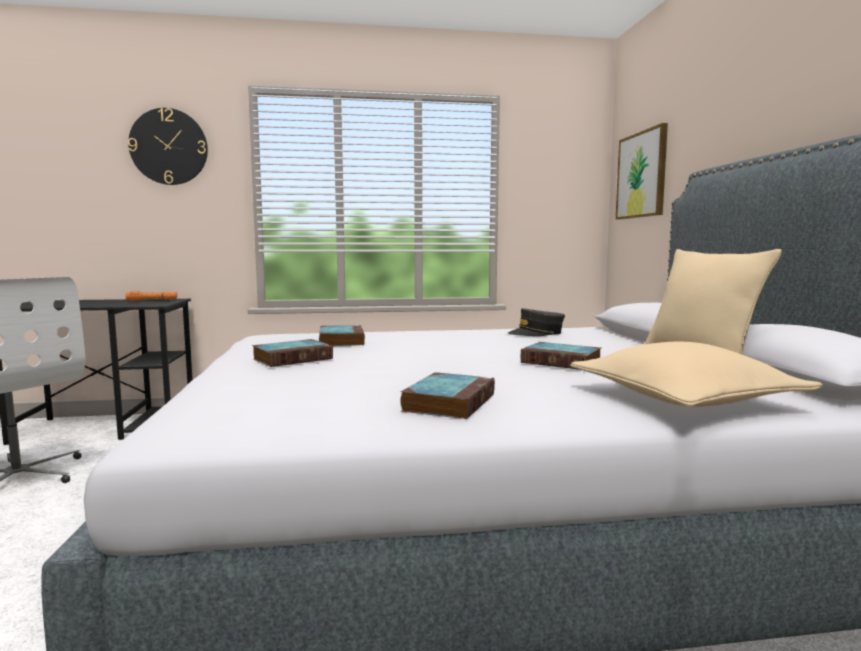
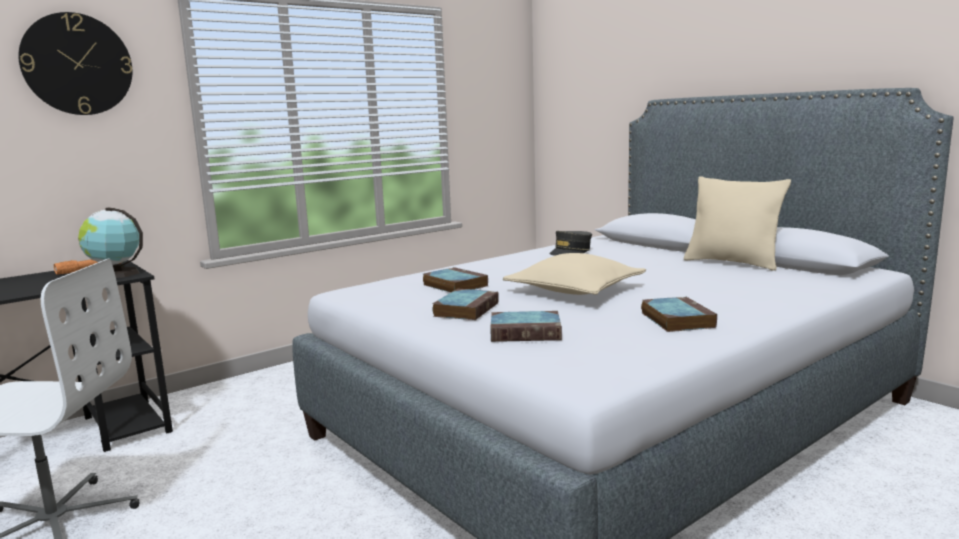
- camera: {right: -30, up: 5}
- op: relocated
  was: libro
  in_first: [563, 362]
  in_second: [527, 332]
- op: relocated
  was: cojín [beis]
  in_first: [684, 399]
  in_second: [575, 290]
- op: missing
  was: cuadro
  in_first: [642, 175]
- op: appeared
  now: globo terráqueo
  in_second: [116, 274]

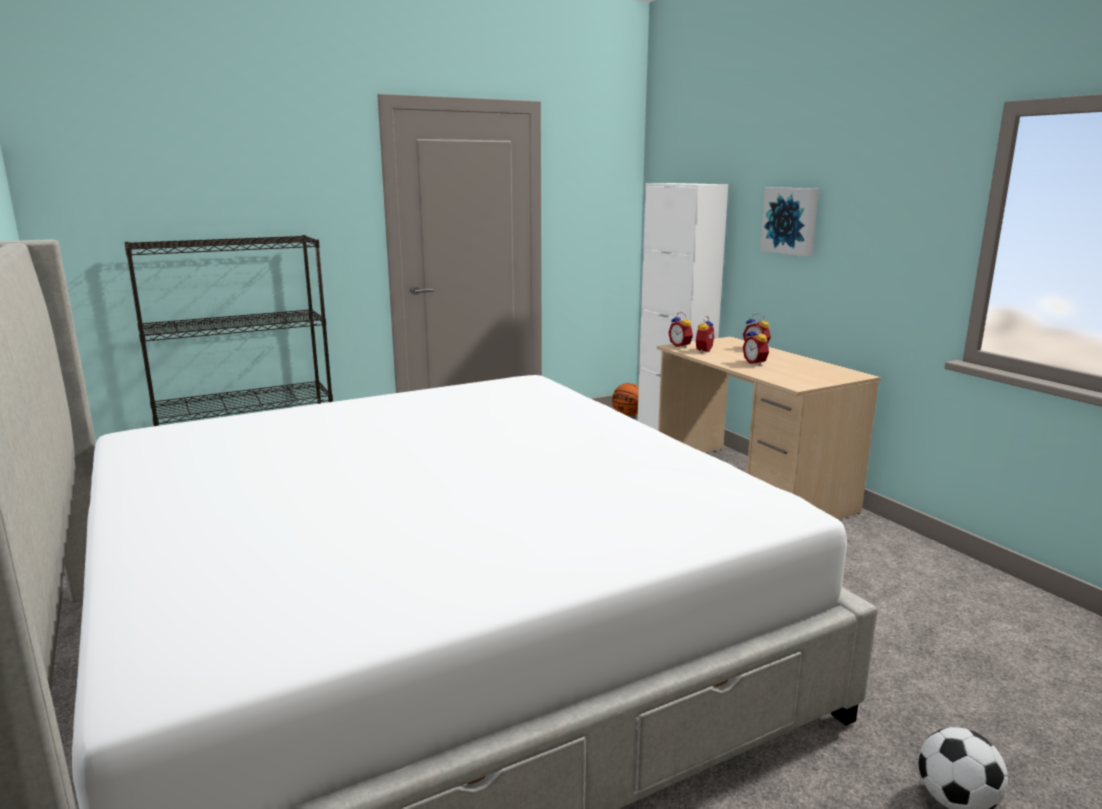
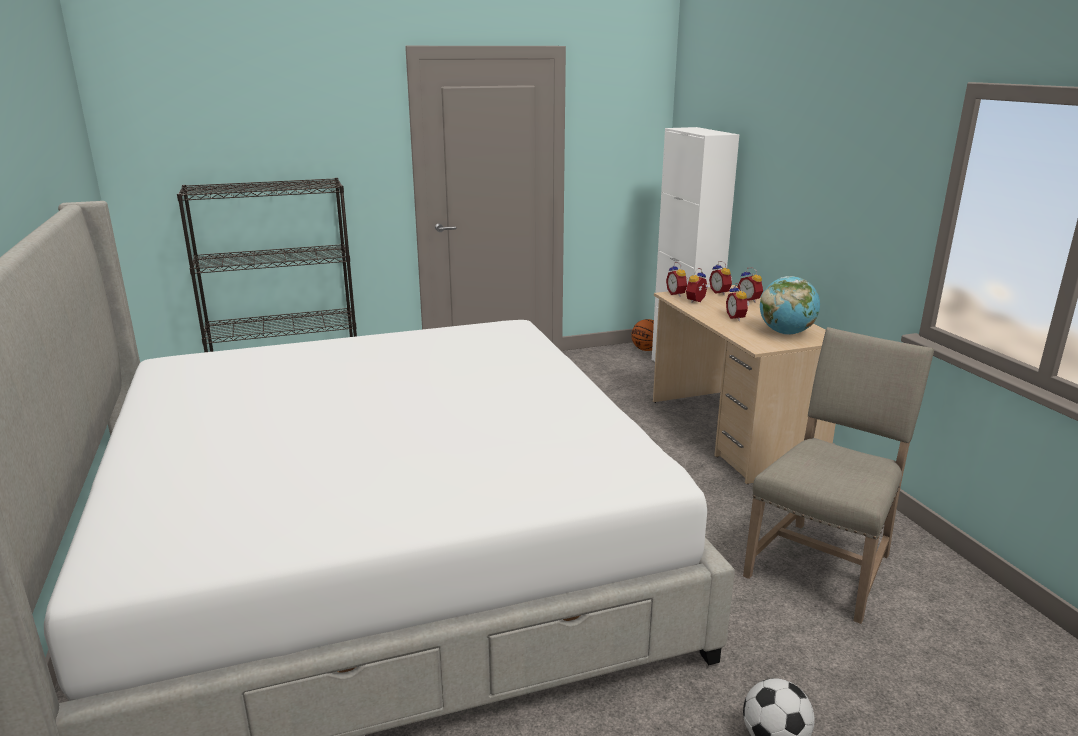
- camera: {right: 10, up: 5}
- op: missing
  was: cuadro
  in_first: [791, 220]
- op: appeared
  now: despertador
  in_second: [720, 292]
- op: appeared
  now: silla [beis]
  in_second: [823, 564]
- op: appeared
  now: globo terráqueo
  in_second: [786, 333]

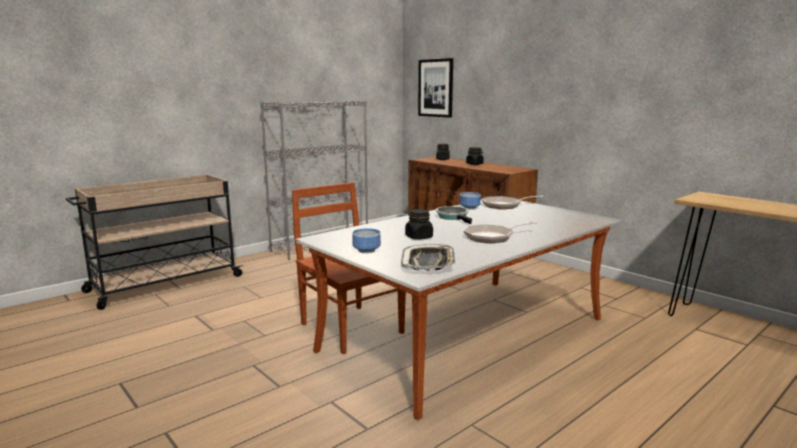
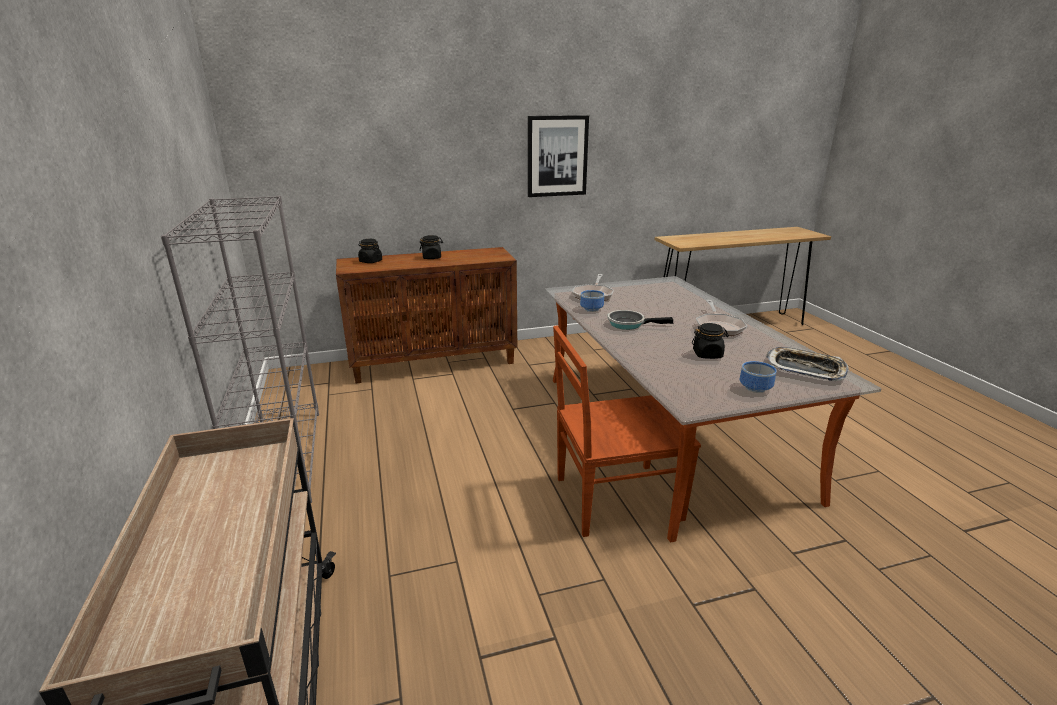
- camera: {right: -65, up: 10}
- op: relocated
  was: cuadro
  in_first: [436, 88]
  in_second: [557, 156]

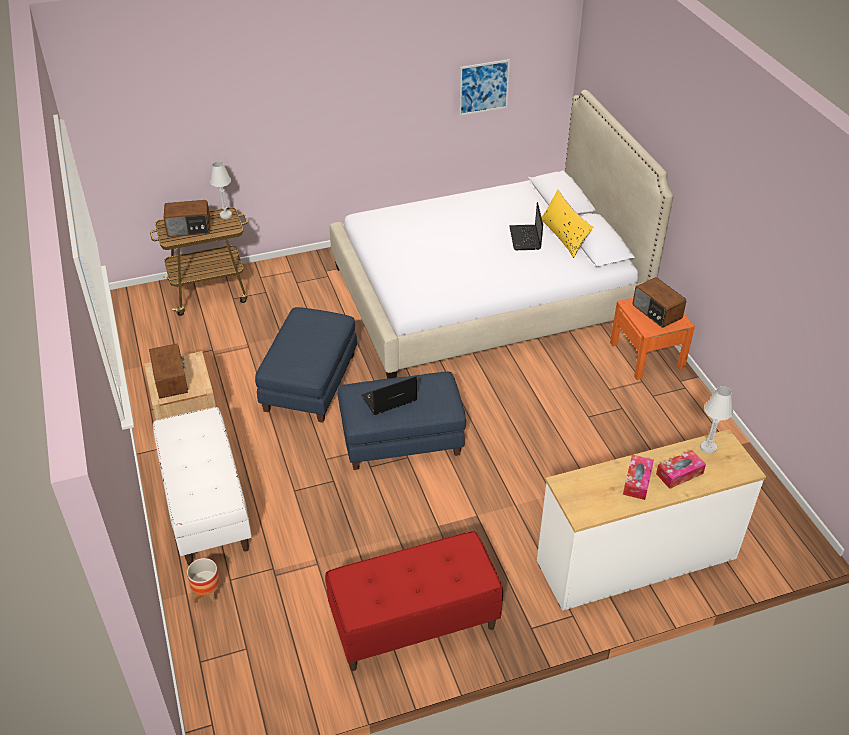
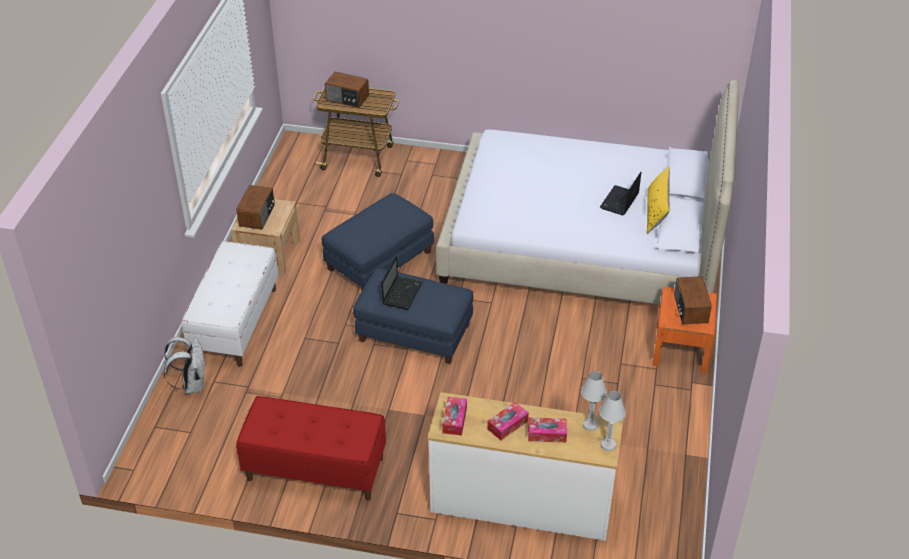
- camera: {right: 30, up: 0}
- op: exchanged
  was: maceta
  now: mochila [blanco]
  in_first: [207, 594]
  in_second: [192, 384]
- op: relocated
  was: lámpara de mesa [blanco]
  in_first: [225, 215]
  in_second: [608, 445]
- op: spun
  was: portátil
  in_first: [388, 399]
  in_second: [402, 293]
  clockwise: 105
- op: missing
  was: cuadro
  in_first: [483, 87]
- op: appeared
  now: caja de pañuelos
  in_second: [454, 420]

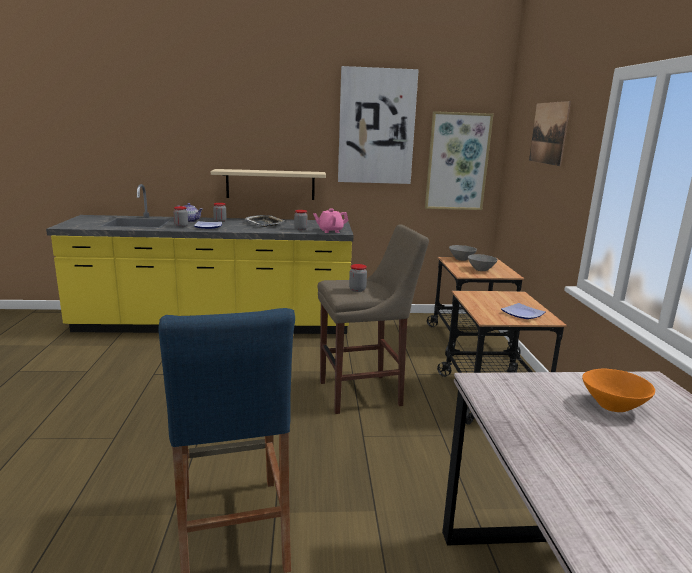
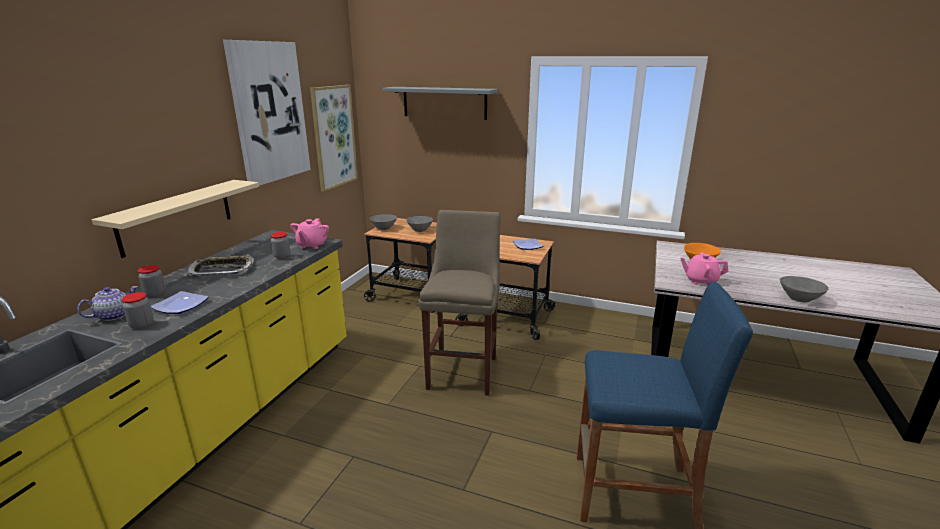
- camera: {right: -65, up: 5}
- op: missing
  was: tarro
  in_first: [357, 289]
- op: exchanged
  was: cuadro
  now: estante [gris]
  in_first: [549, 133]
  in_second: [444, 102]
- op: appeared
  now: tetera [rosa]
  in_second: [700, 281]
- op: appeared
  now: cuenco [gris]
  in_second: [799, 298]

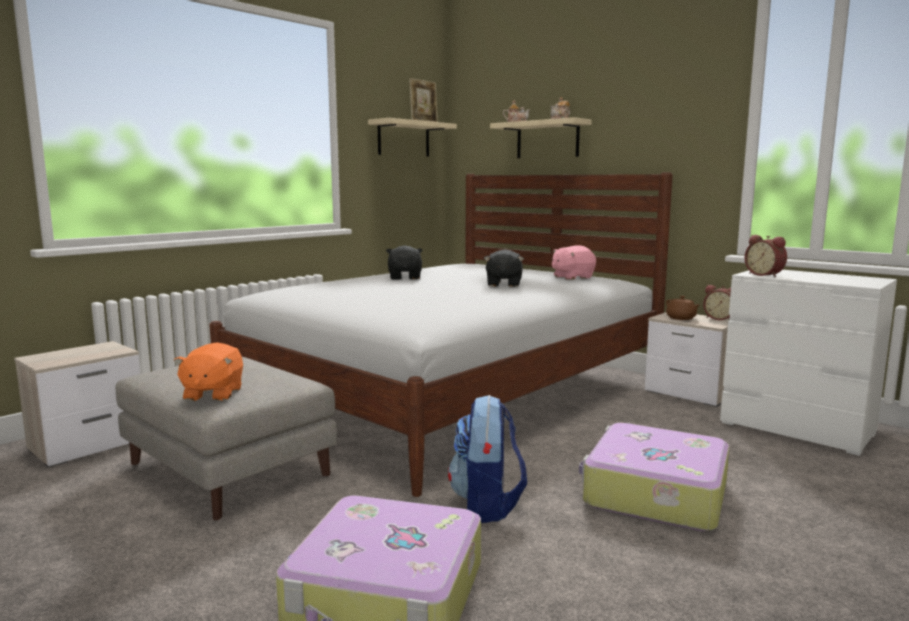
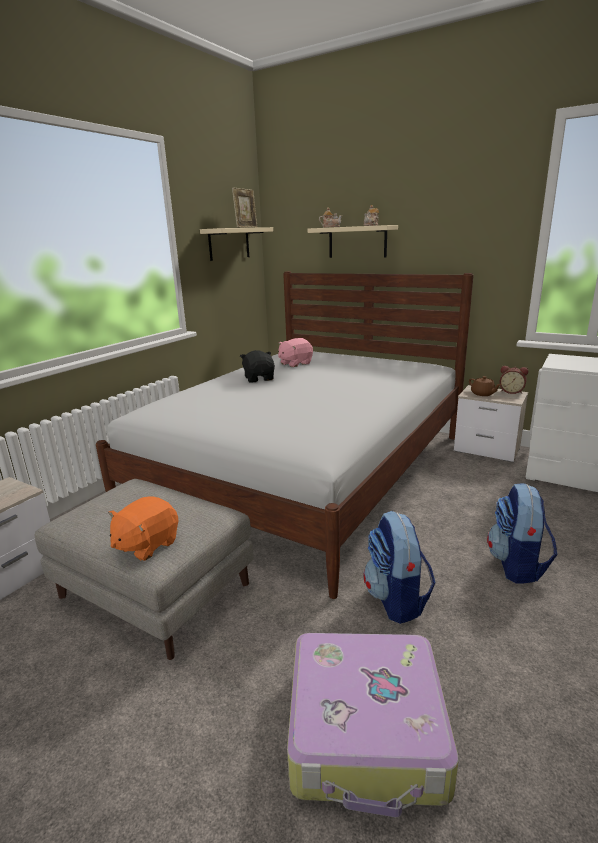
- camera: {right: -10, up: 10}
- op: spun
  was: peluche [naranja]
  in_first: [212, 394]
  in_second: [146, 545]
  clockwise: 45
- op: missing
  was: peluche [negro]
  in_first: [503, 284]
- op: relocated
  was: peluche [rosa]
  in_first: [572, 277]
  in_second: [295, 363]
- op: exchanged
  was: maleta
  now: mochila
  in_first: [654, 494]
  in_second: [517, 565]
- op: missing
  was: despertador
  in_first: [765, 275]

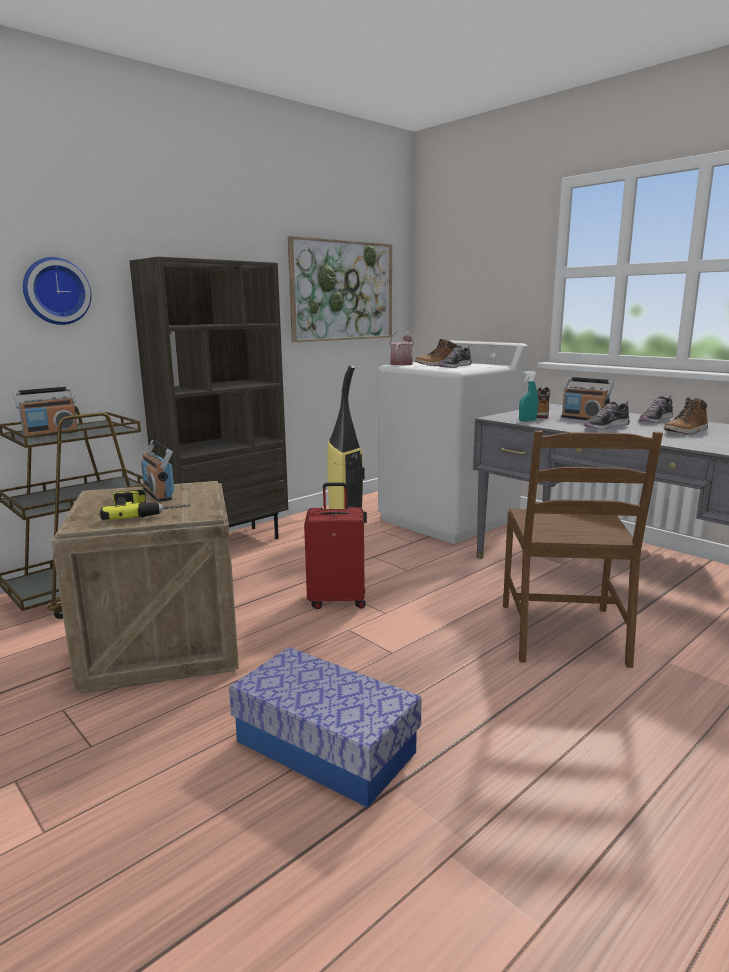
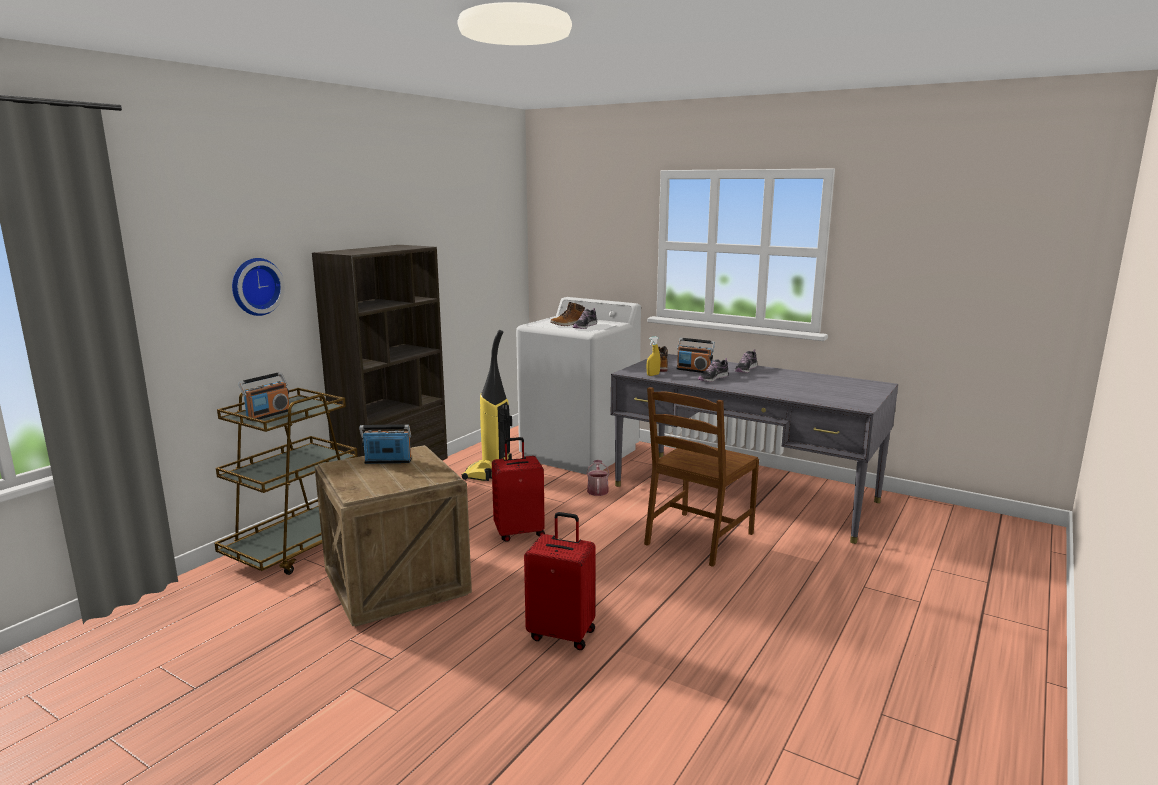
- camera: {right: -15, up: 0}
- op: missing
  was: taladro
  in_first: [147, 511]
- op: spun
  was: radio
  in_first: [158, 494]
  in_second: [388, 461]
  clockwise: 135
- op: exchanged
  was: caja de almacenaje
  now: maleta [rojo]
  in_first: [325, 747]
  in_second: [562, 634]
- op: missing
  was: cuadro
  in_first: [342, 291]
- op: relocated
  was: regadera
  in_first: [402, 364]
  in_second: [597, 490]
- op: spun
  was: silla [marrón]
  in_first: [564, 634]
  in_second: [698, 539]
  clockwise: 45
- op: colour
  was: pulverizador [turquesa]
  now: pulverizador [amarillo]
  in_first: [527, 421]
  in_second: [653, 375]
- op: missing
  was: bota
  in_first: [686, 431]

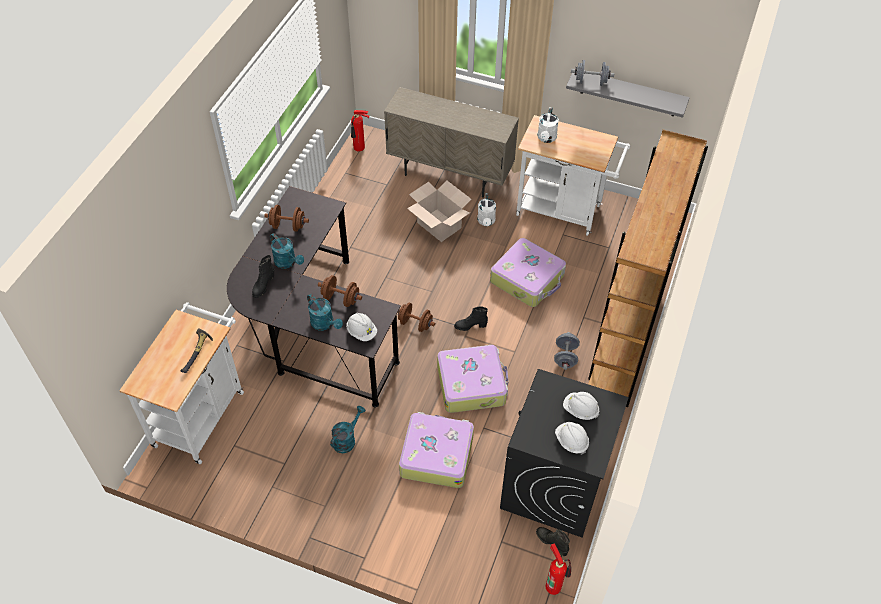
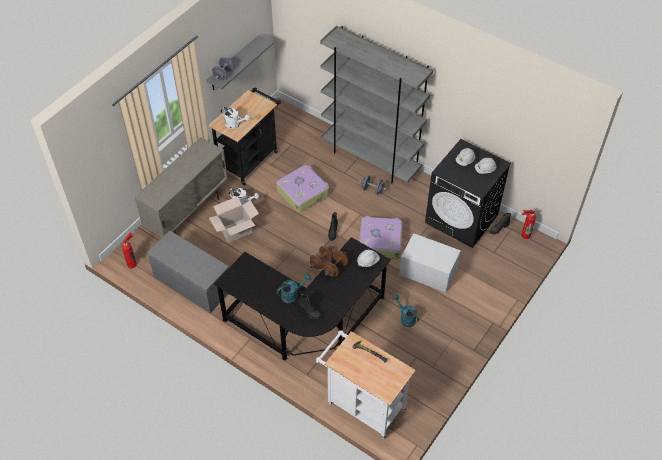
- camera: {right: -75, up: 0}
- op: missing
  was: mancuerna [marrón]
  in_first: [288, 226]
- op: missing
  was: regadera [turquesa]
  in_first: [325, 324]
- op: exchanged
  was: maleta
  now: caja de almacenaje [blanco]
  in_first: [436, 455]
  in_second: [428, 271]
- op: colour
  was: carrito [blanco]
  now: carrito [negro]
  in_first: [564, 211]
  in_second: [250, 159]
- op: colour
  was: estantería [marrón]
  now: estantería [gris]
  in_first: [624, 344]
  in_second: [370, 159]
- op: appeared
  now: banco [gris]
  in_second: [191, 283]

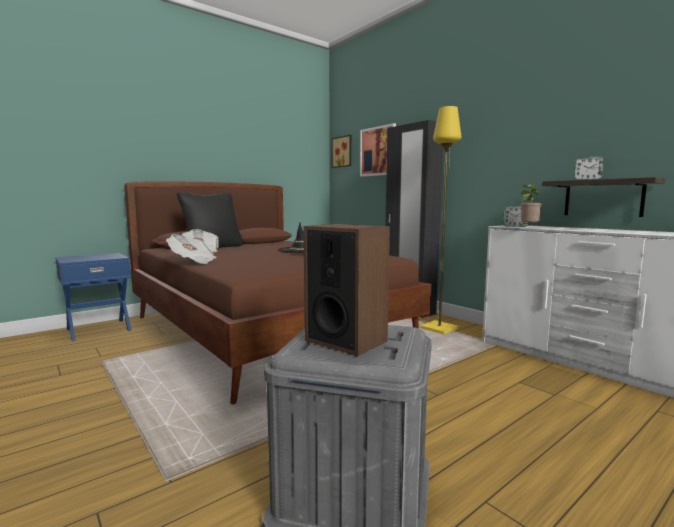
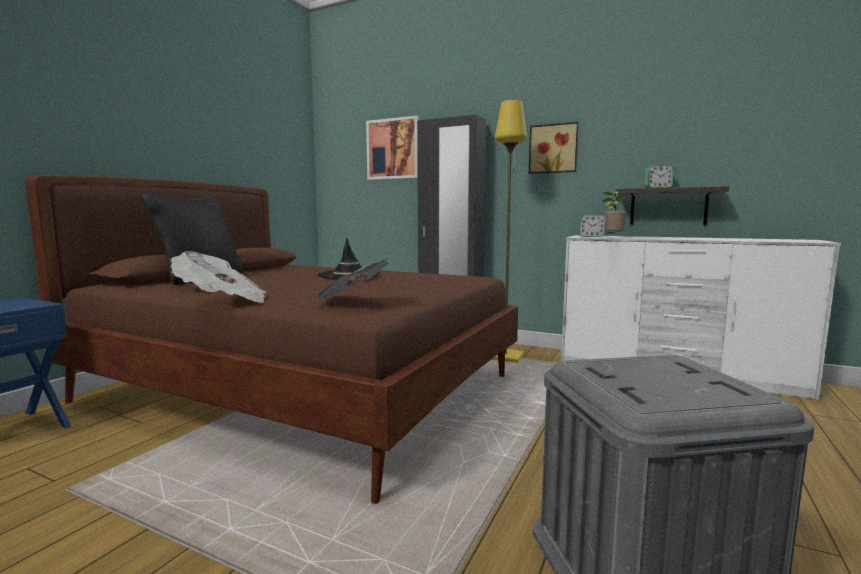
- camera: {right: -25, up: 0}
- op: missing
  was: altavoz
  in_first: [346, 340]
- op: relocated
  was: cuadro
  in_first: [342, 152]
  in_second: [553, 148]
- op: appeared
  now: periódico
  in_second: [351, 300]

